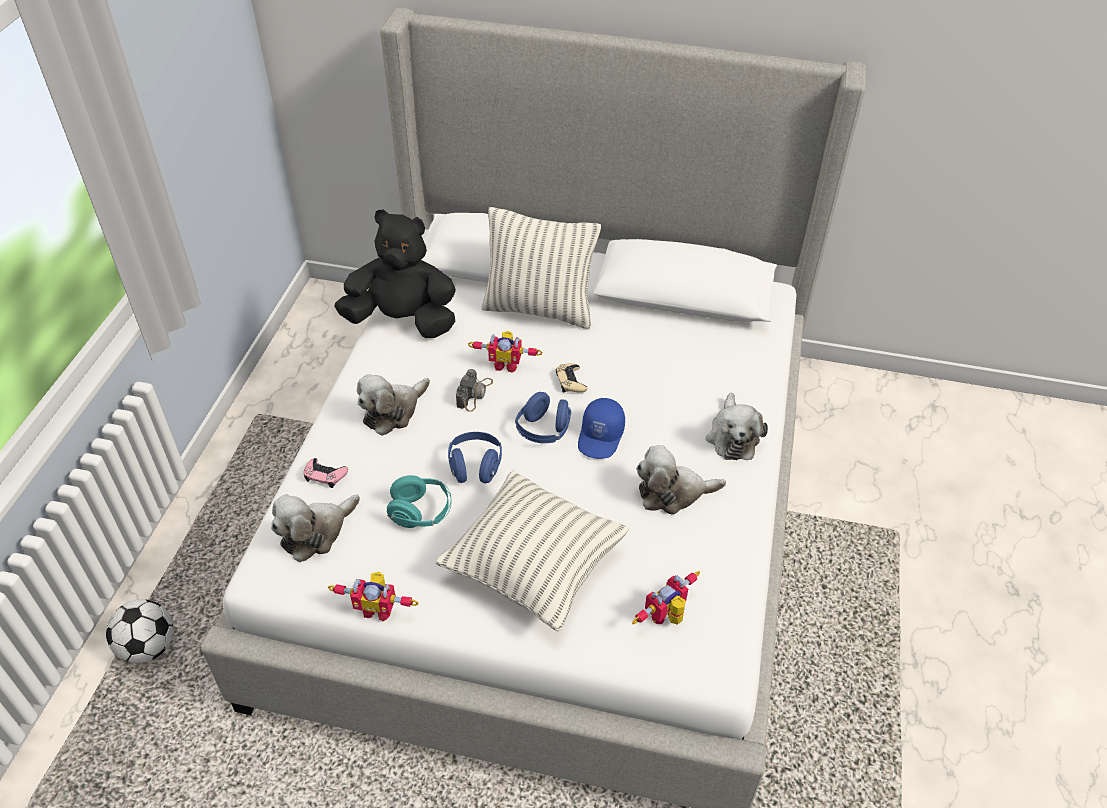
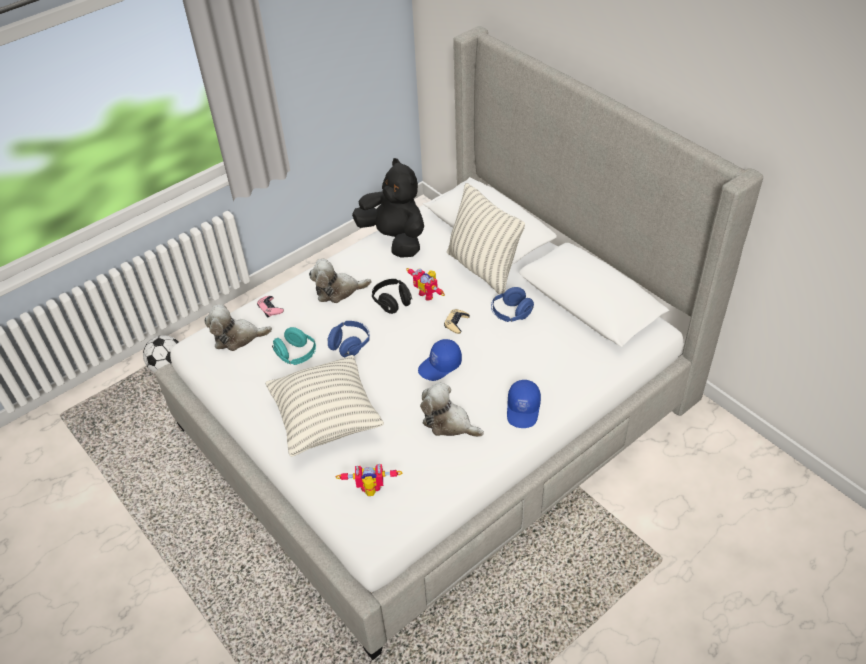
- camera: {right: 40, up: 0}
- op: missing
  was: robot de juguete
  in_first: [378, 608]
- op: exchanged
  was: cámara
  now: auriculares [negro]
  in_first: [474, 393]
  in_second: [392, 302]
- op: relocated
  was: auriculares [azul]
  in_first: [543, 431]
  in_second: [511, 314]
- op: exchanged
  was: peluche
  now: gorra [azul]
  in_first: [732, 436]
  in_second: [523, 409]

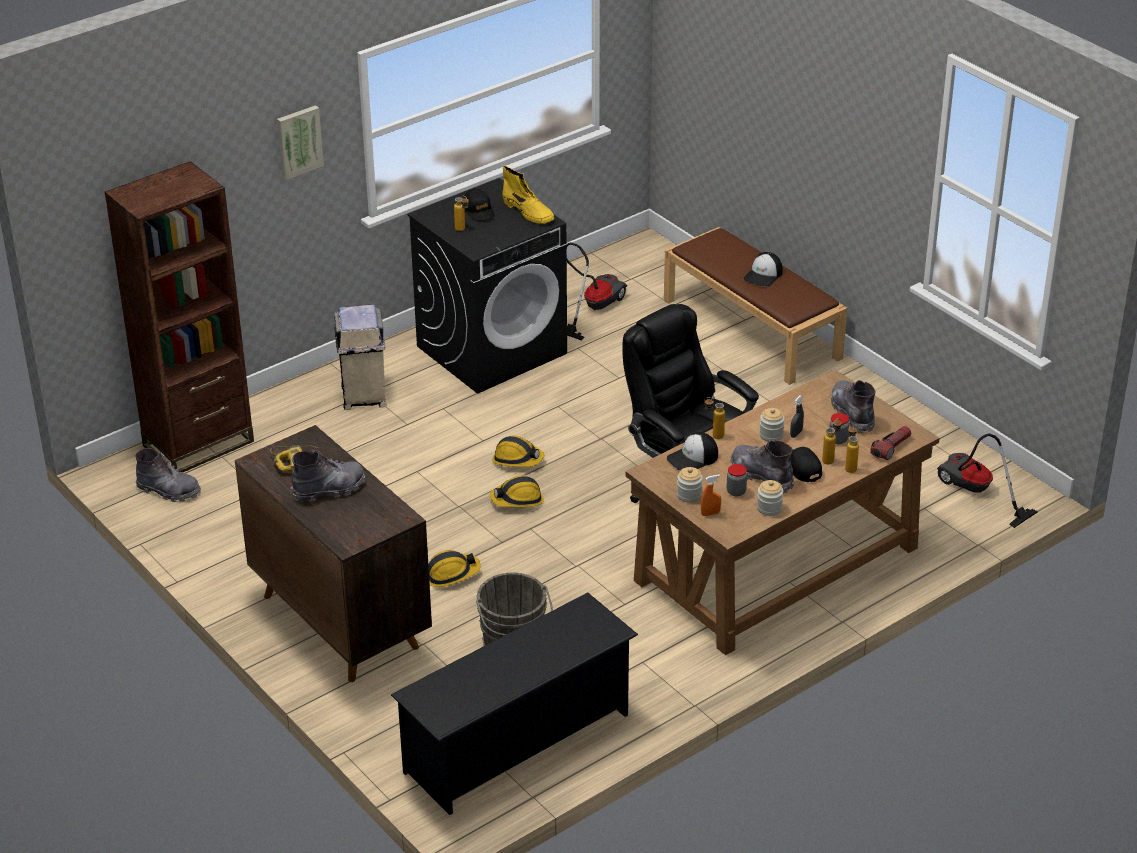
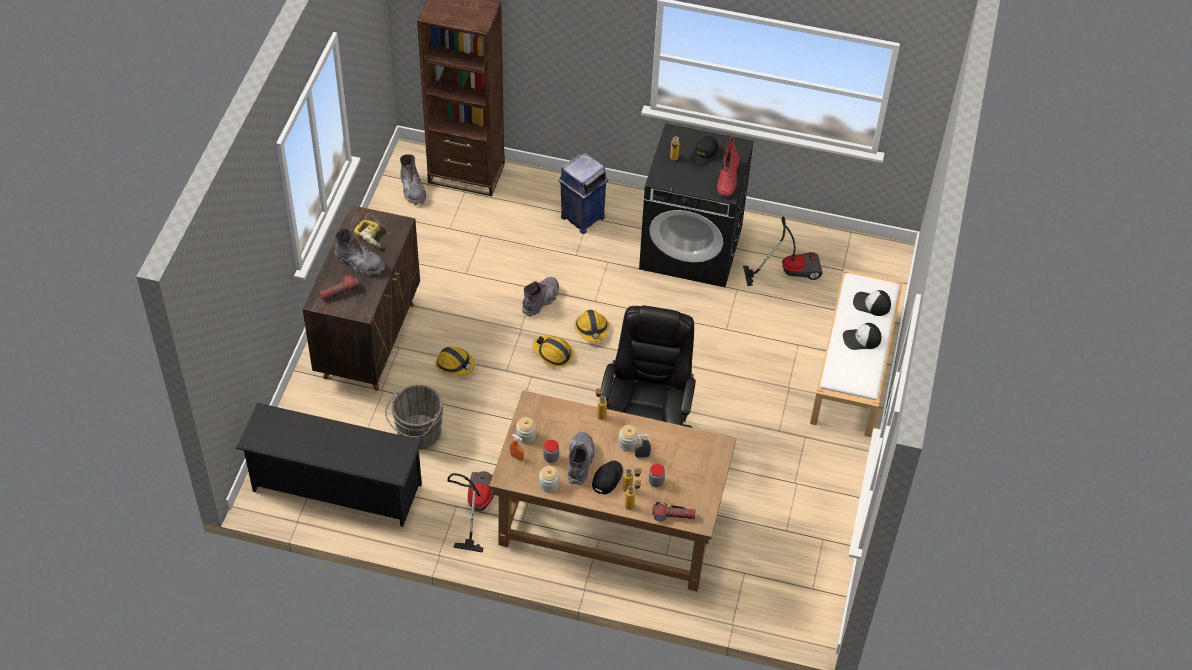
- camera: {right: 50, up: 15}
- op: missing
  was: cuadro
  in_first: [298, 141]
- op: colour
  was: papelera [beis]
  now: papelera [azul]
  in_first: [363, 397]
  in_second: [582, 218]
- op: colour
  was: bota [amarillo]
  now: bota [rojo]
  in_first: [528, 212]
  in_second: [728, 179]
- op: colour
  was: banco [marrón]
  now: banco [blanco]
  in_first: [753, 329]
  in_second: [854, 368]
- op: relocated
  was: gorra
  in_first: [693, 458]
  in_second: [871, 304]
- op: relocated
  was: bota [gris]
  in_first: [852, 413]
  in_second: [541, 300]
- op: relocated
  was: aspiradora
  in_first: [974, 493]
  in_second: [475, 507]
- op: appeared
  now: linterna
  in_second: [339, 292]

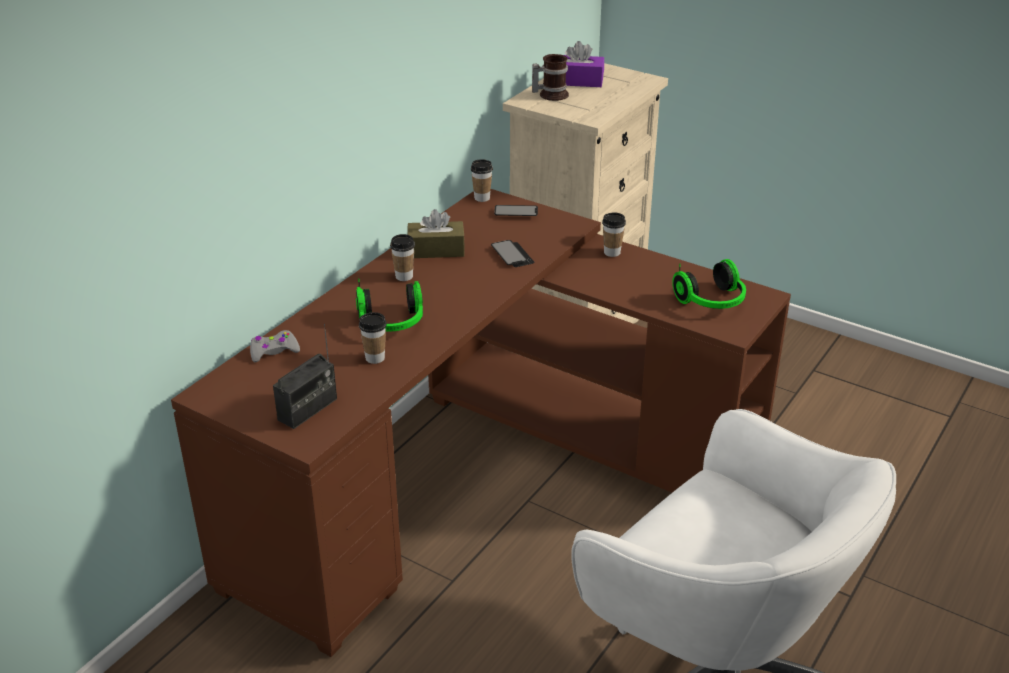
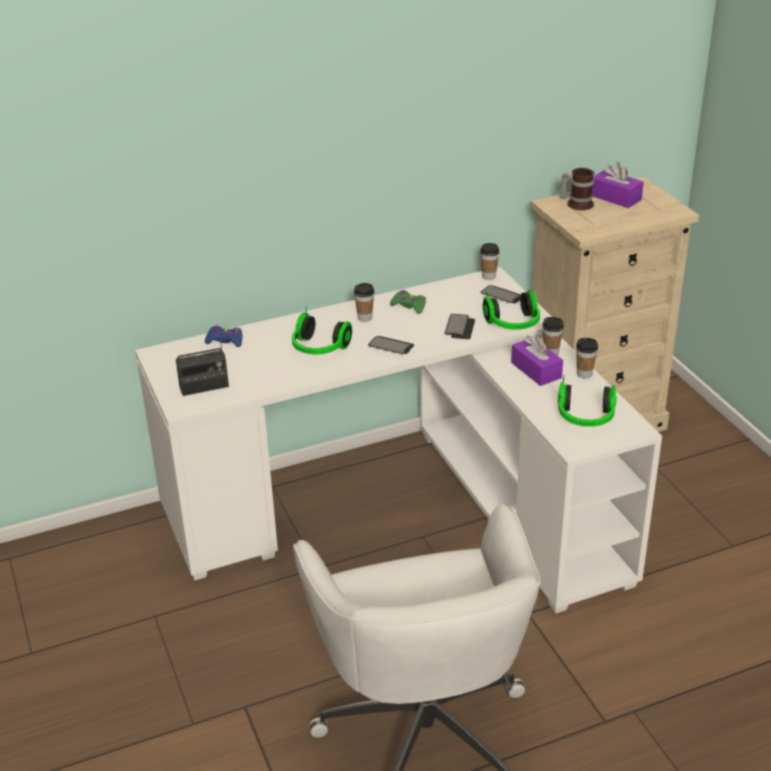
- camera: {right: 35, up: 0}
- op: colour
  was: escritorio [marrón]
  now: escritorio [blanco]
  in_first: [483, 476]
  in_second: [407, 505]
- op: colour
  was: mando de consola [gris]
  now: mando de consola [azul]
  in_first: [274, 351]
  in_second: [225, 341]
- op: relocated
  was: taza
  in_first: [375, 358]
  in_second: [584, 374]
- op: exchanged
  was: caja de pañuelos [marrón]
  now: mando de consola [verde]
  in_first: [436, 250]
  in_second: [409, 306]
- op: appeared
  now: móvil
  in_second: [391, 346]
- op: appeared
  now: auriculares
  in_second: [513, 325]
- op: appeared
  now: caja de pañuelos [morado]
  in_second: [536, 370]

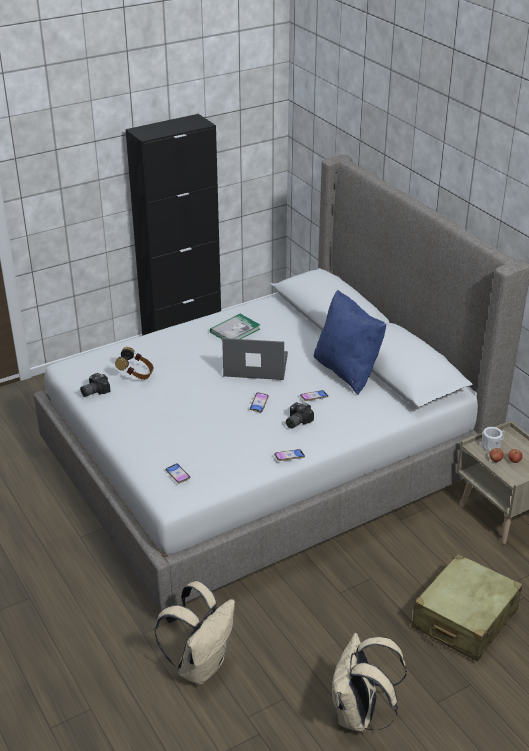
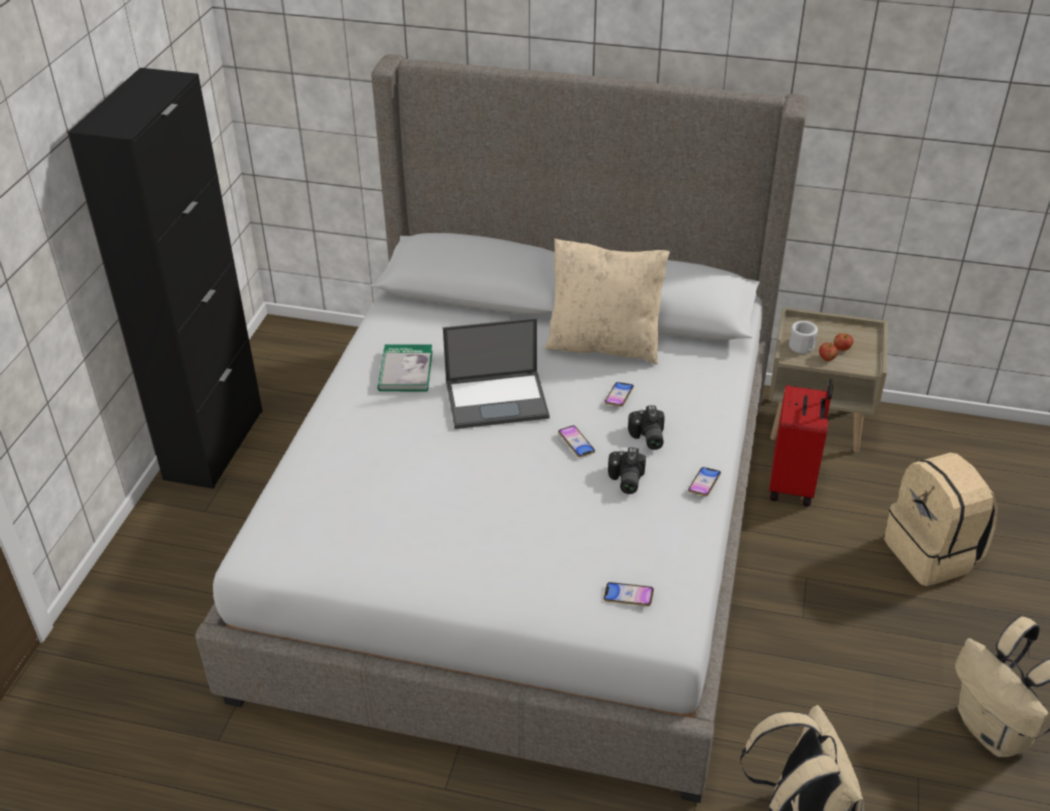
- camera: {right: -45, up: 5}
- op: relocated
  was: cámara
  in_first: [93, 391]
  in_second: [625, 480]
- op: missing
  was: auriculares
  in_first: [136, 375]
- op: spun
  was: portátil
  in_first: [255, 365]
  in_second: [498, 399]
  clockwise: -150
- op: colour
  was: cojín [azul]
  now: cojín [beis]
  in_first: [347, 371]
  in_second: [604, 344]
- op: exchanged
  was: maleta [beis]
  now: mochila [beis]
  in_first: [464, 619]
  in_second: [933, 554]
- op: appeared
  now: maleta [rojo]
  in_second: [793, 484]

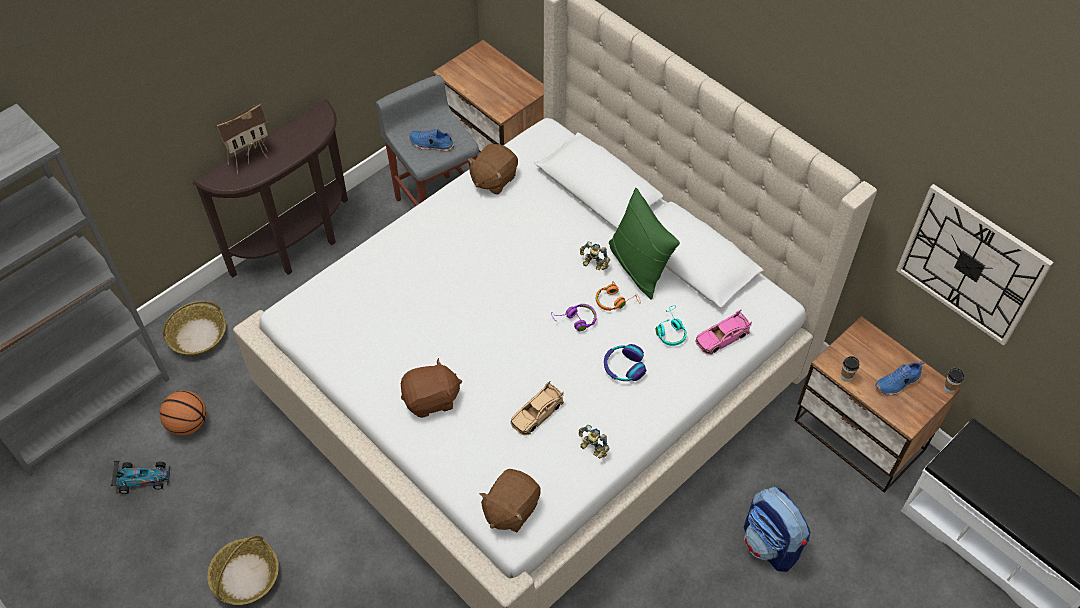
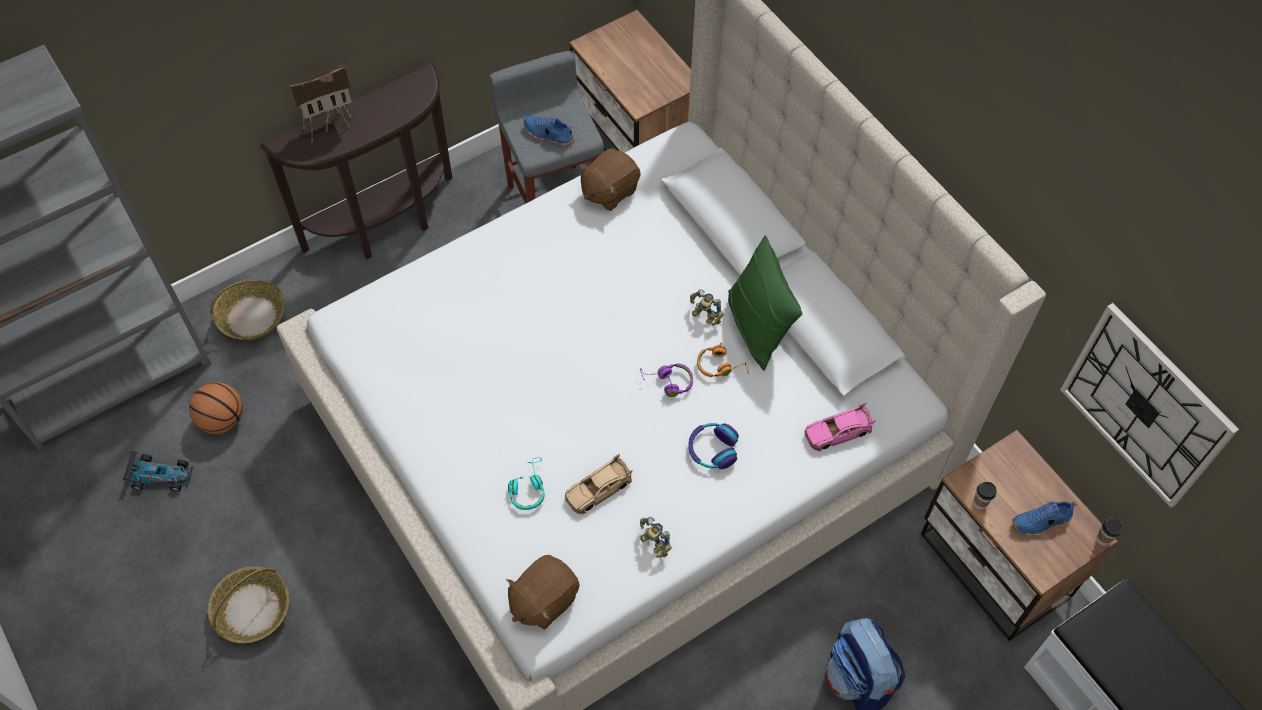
- camera: {right: 10, up: 5}
- op: missing
  was: peluche [marrón]
  in_first: [431, 400]
- op: relocated
  was: auriculares [turquesa]
  in_first: [670, 331]
  in_second: [528, 488]

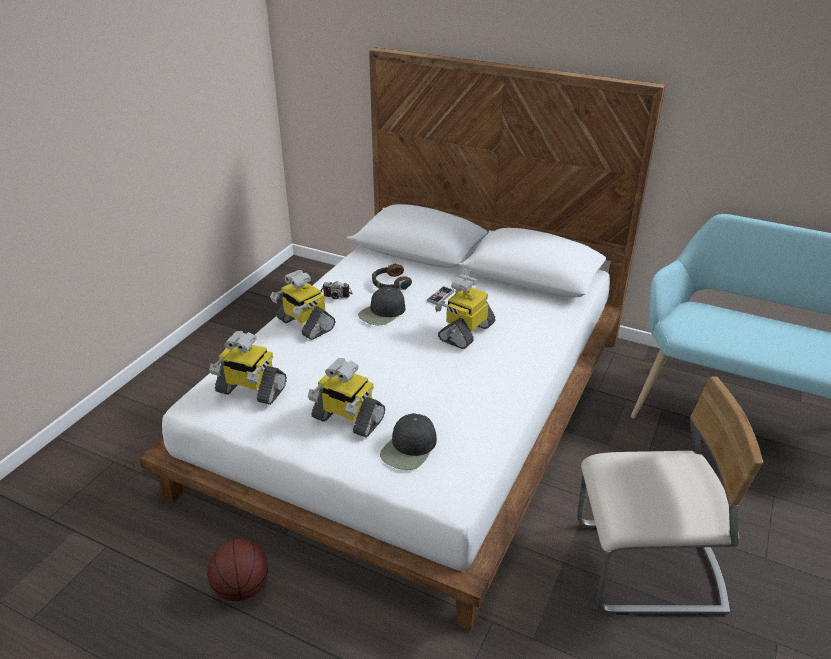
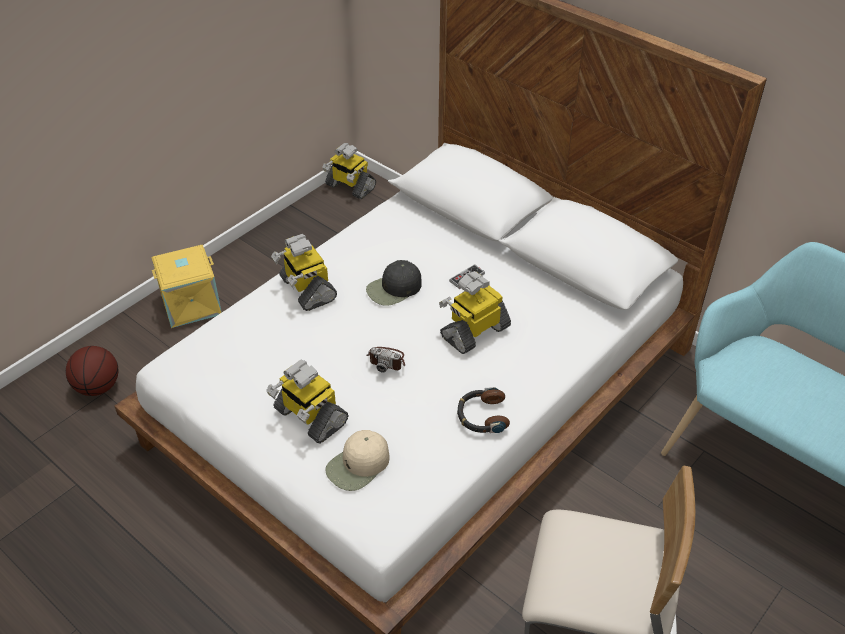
- camera: {right: 15, up: 10}
- op: relocated
  was: balón de baloncesto
  in_first: [241, 588]
  in_second: [98, 387]
- op: relocated
  was: robot de juguete
  in_first: [250, 390]
  in_second: [349, 187]
- op: relocated
  was: cámara
  in_first: [336, 293]
  in_second: [387, 360]
- op: relocated
  was: auriculares
  in_first: [390, 283]
  in_second: [482, 416]
- op: colour
  was: gorra [negro]
  now: gorra [beis]
  in_first: [409, 448]
  in_second: [358, 465]
- op: appeared
  now: caja de almacenaje [amarillo]
  in_second: [191, 303]

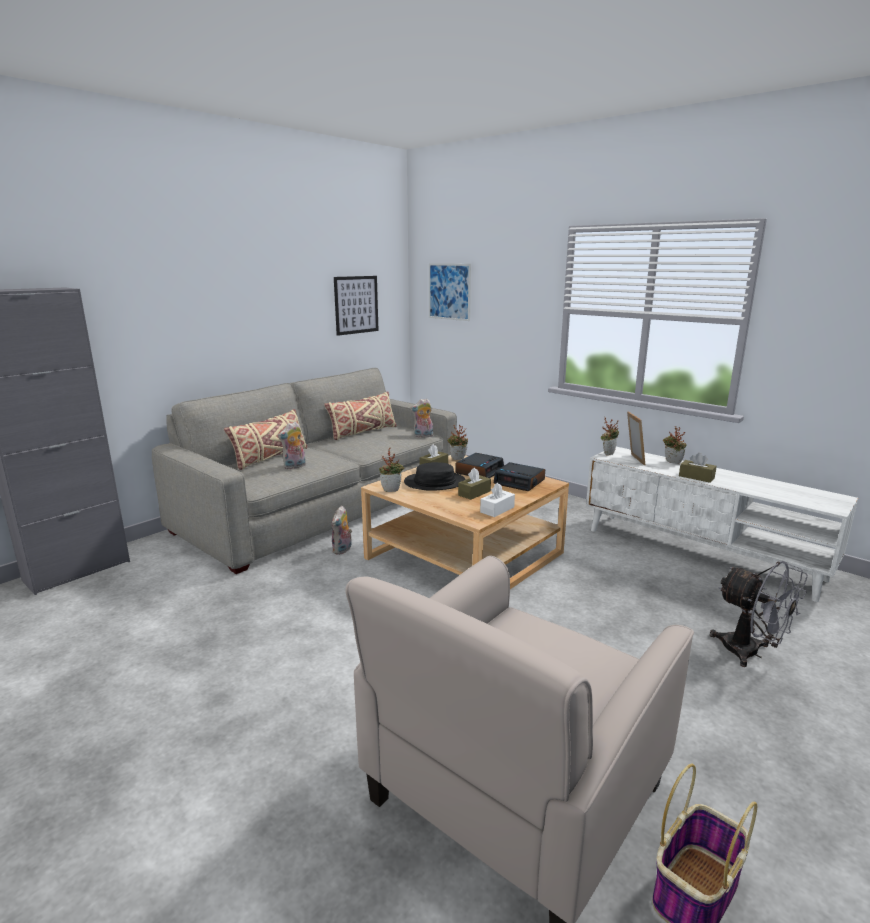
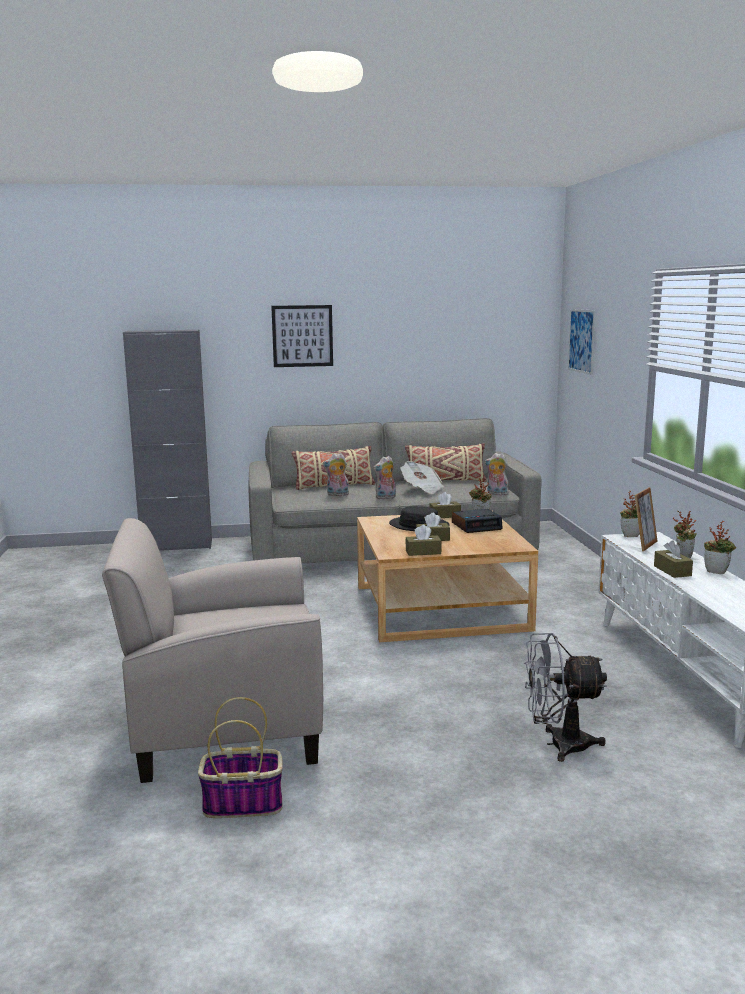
- camera: {right: 40, up: -5}
- op: relocated
  was: peluche
  in_first: [342, 550]
  in_second: [385, 498]
- op: relocated
  was: cuadro
  in_first: [356, 305]
  in_second: [302, 336]
- op: relocated
  was: planta en maceta
  in_first: [392, 490]
  in_second: [717, 572]
- op: colour
  was: caja de pañuelos [blanco]
  now: caja de pañuelos [marrón]
  in_first: [497, 509]
  in_second: [423, 552]
- op: missing
  was: despertador
  in_first: [520, 482]
- op: spun
  was: ventilador [gris]
  in_first: [750, 653]
  in_second: [558, 745]
  clockwise: 90
- op: appeared
  now: periódico
  in_second: [422, 489]

